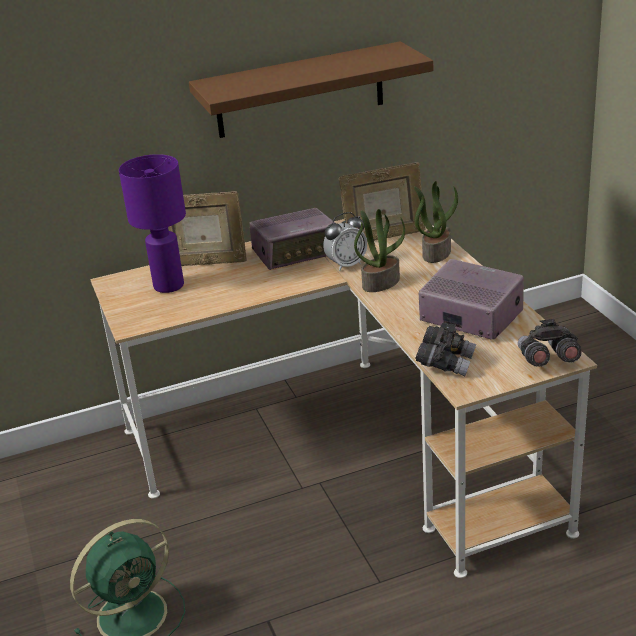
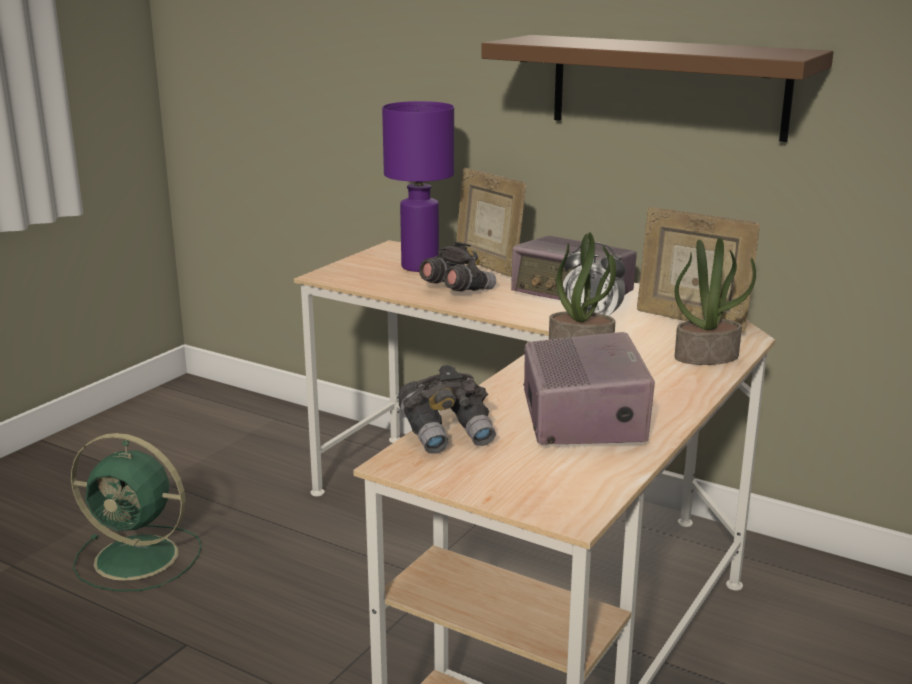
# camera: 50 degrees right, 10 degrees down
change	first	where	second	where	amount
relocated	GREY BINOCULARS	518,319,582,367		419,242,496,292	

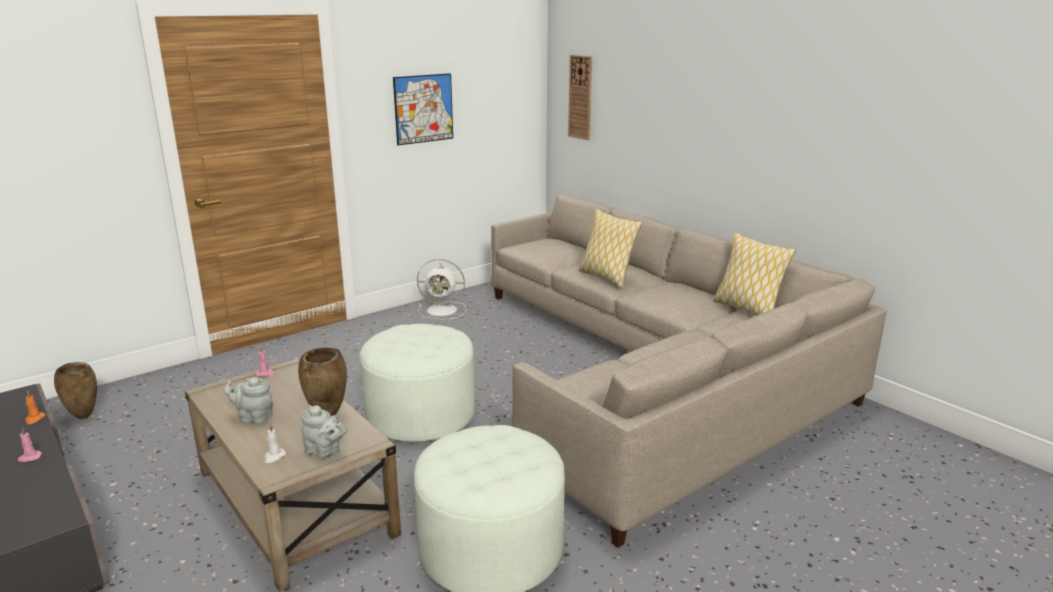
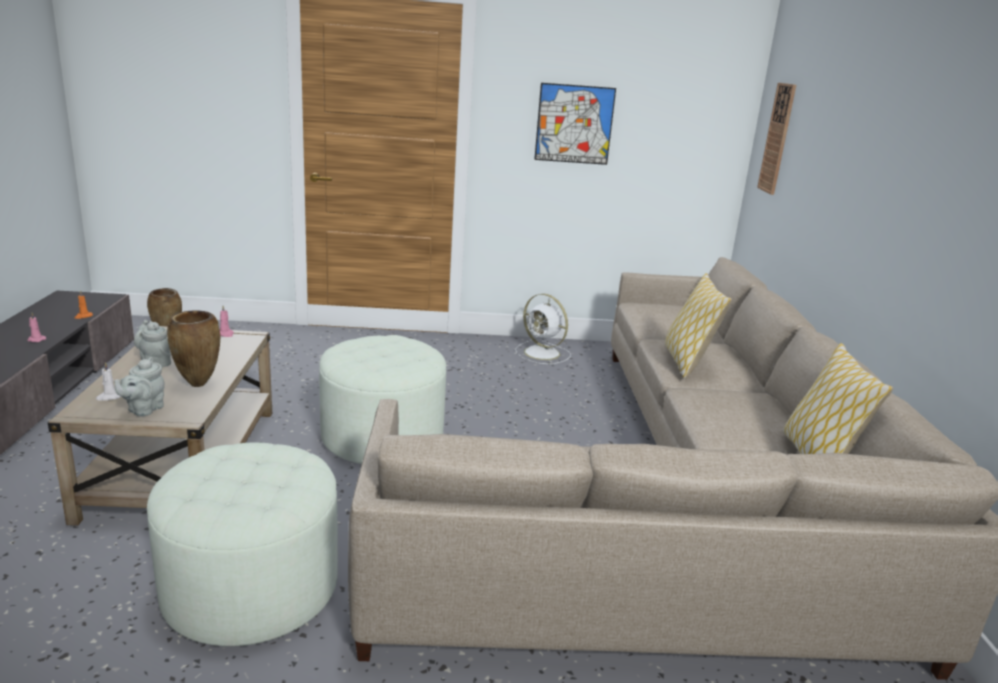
# camera: 35 degrees right, 0 degrees up
change	first	where	second	where	amount
spun	GREY TEAPOT	301,405,347,458		114,357,165,416	45 degrees clockwise

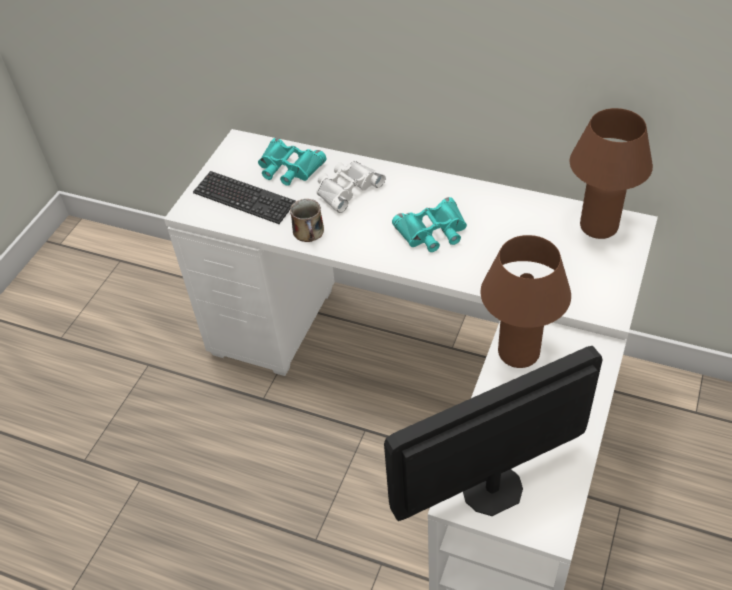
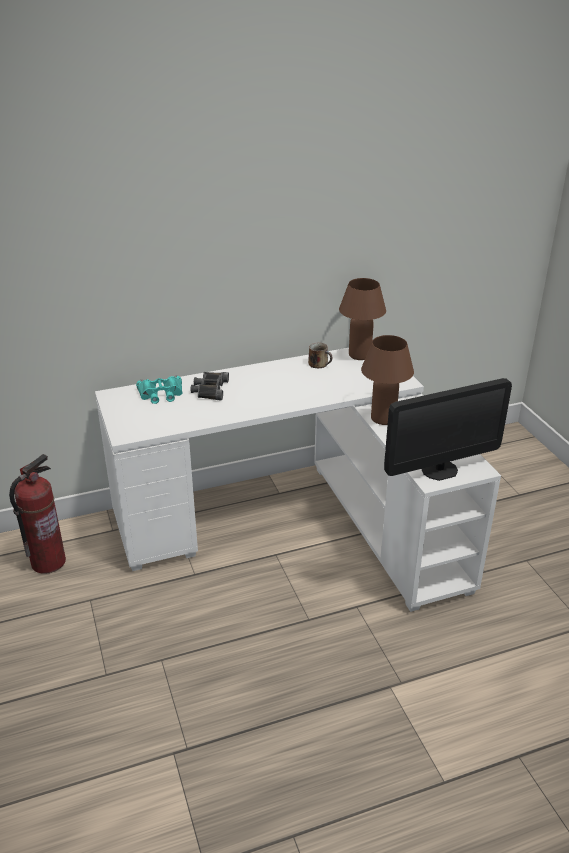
# camera: 45 degrees left, 15 degrees down
change	first	where	second	where	amount
missing	KEYBOARD	193,171,296,224			
relocated	MUG	290,199,324,242		308,343,332,368	
colour	WHITE BINOCULARS	316,160,385,213	BLACK BINOCULARS	191,372,229,400	
spun	MONITOR	384,346,603,521		384,378,512,481	135 degrees counterclockwise
missing	TURQUOISE BINOCULARS	392,197,467,252			
appeared			FIRE EXTINGUISHER	9,454,66,574	

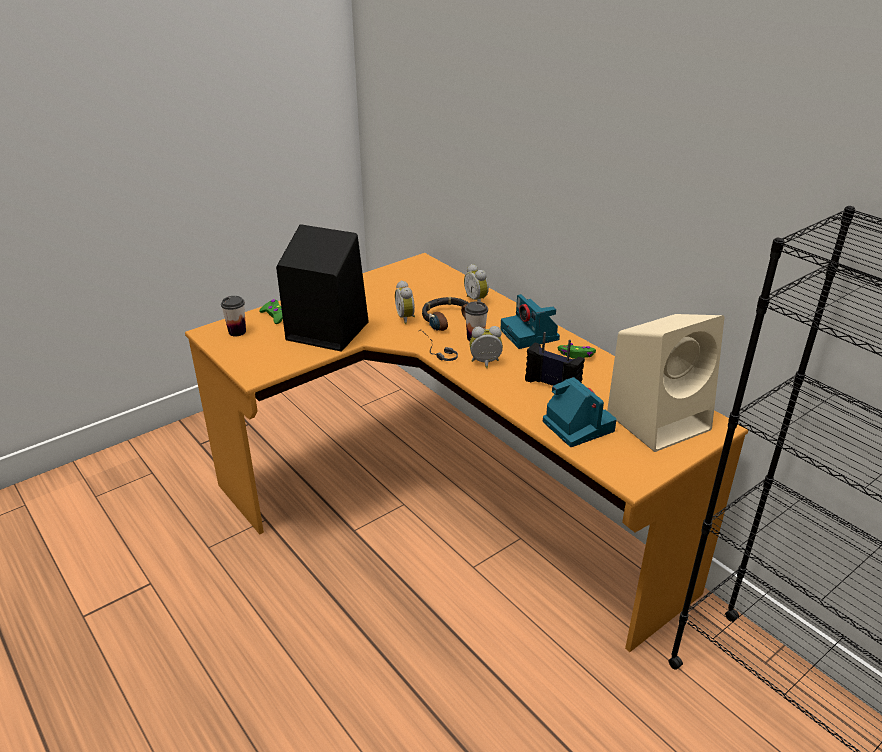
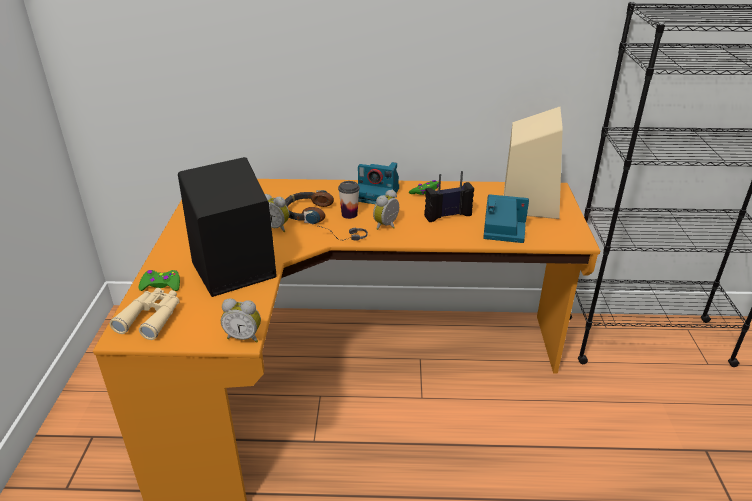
# camera: 50 degrees left, 0 degrees up
change	first	where	second	where	amount
exchanged	CUP	221,296,246,336	BEIGE BINOCULARS	109,288,180,340	
relocated	ALARM CLOCK	464,264,489,302		221,298,261,343	

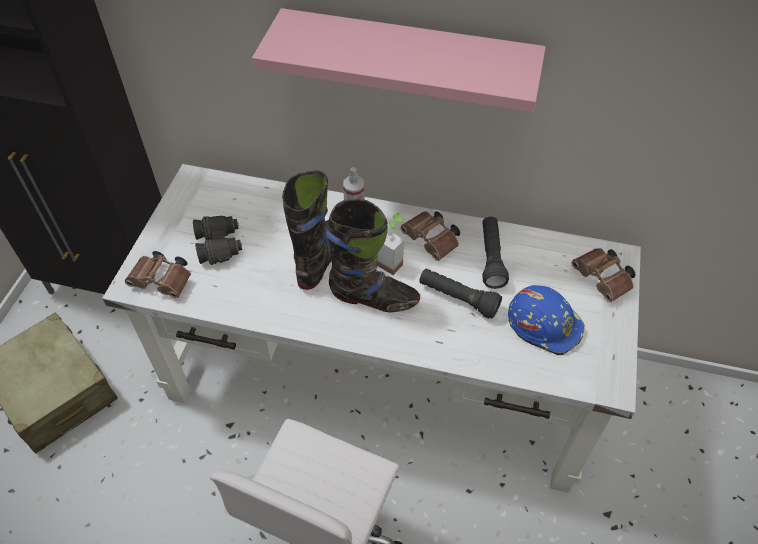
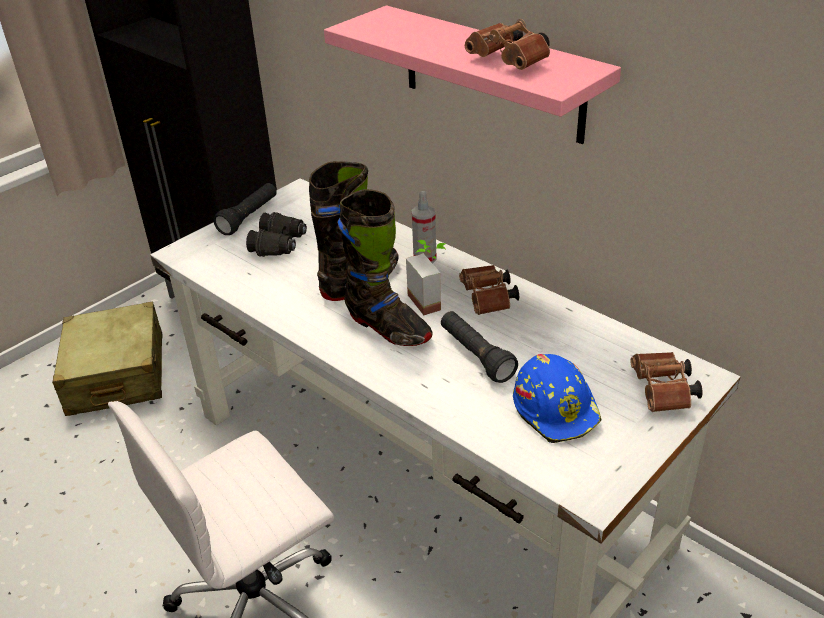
# camera: 30 degrees right, 15 degrees down
change	first	where	second	where	amount
relocated	BROWN BINOCULARS	125,251,191,298		465,19,550,70	
relocated	BLACK FLASHLIGHT	482,217,509,289		213,183,277,235	

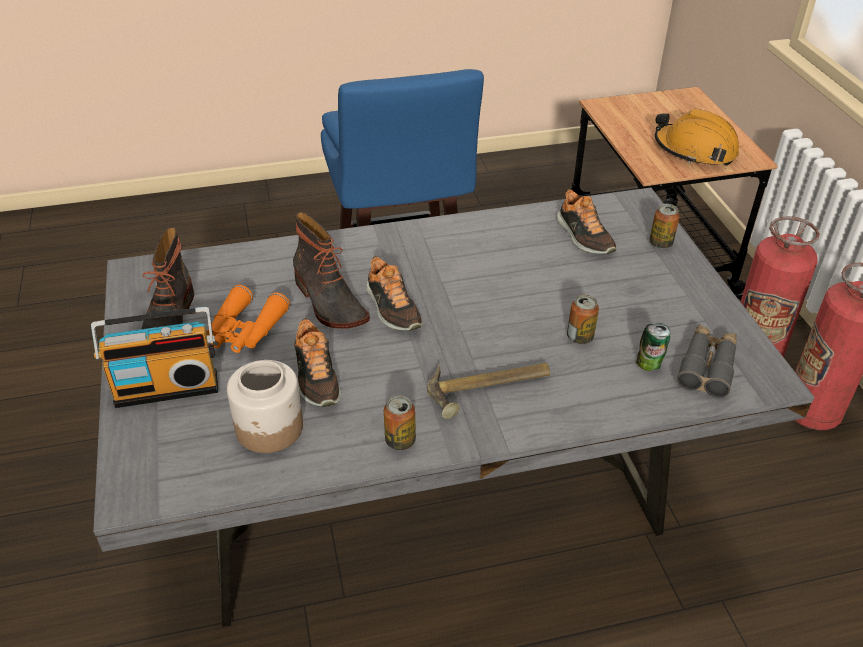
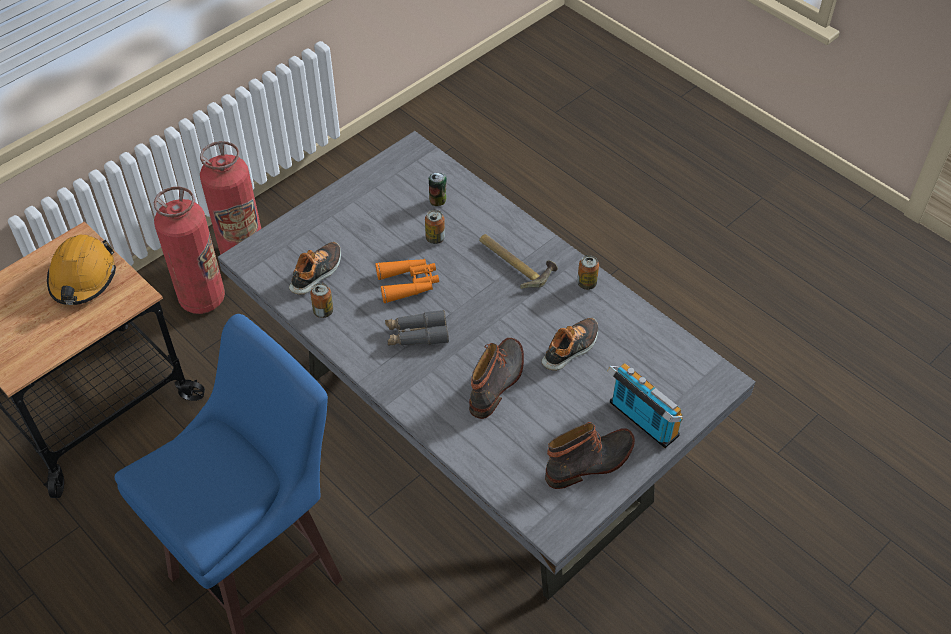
# camera: 120 degrees left, 10 degrees up
change	first	where	second	where	amount
relocated	ORANGE BINOCULARS	206,285,290,353		375,259,439,303	
missing	JAR	227,360,303,453			
missing	SHOE	366,256,423,331			
relocated	CAN	650,204,680,249		310,283,333,318	
relocated	GREY BINOCULARS	676,325,737,398		385,310,449,346	

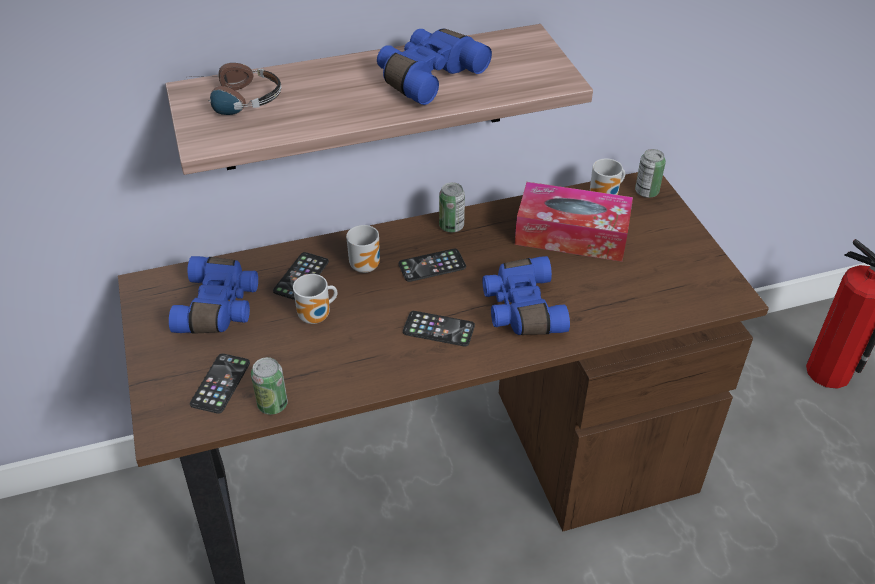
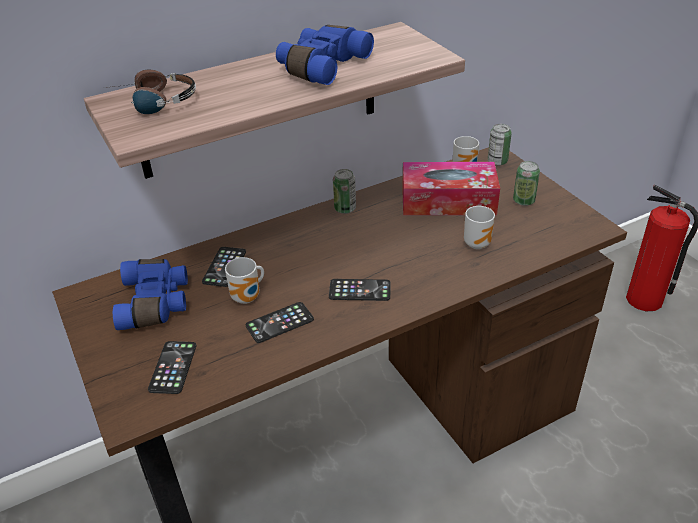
# camera: 10 degrees left, 5 degrees down
change	first	where	second	where	amount
relocated	CAN	251,357,288,415		513,161,540,206	
relocated	MUG	346,225,380,273		464,206,495,249	
relocated	PHONE	399,249,466,282		246,302,314,343	
missing	BLUE BINOCULARS	482,256,570,335			

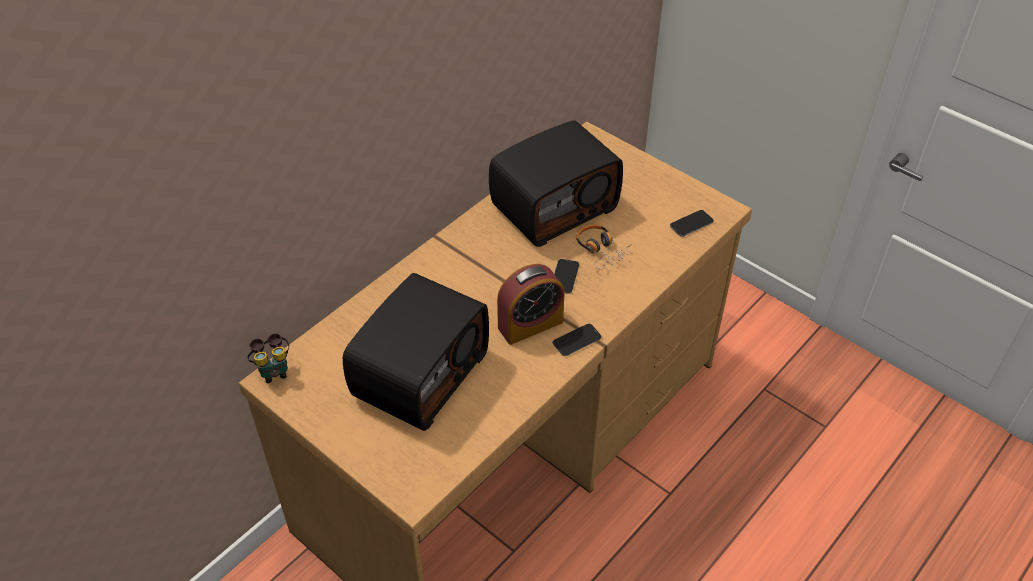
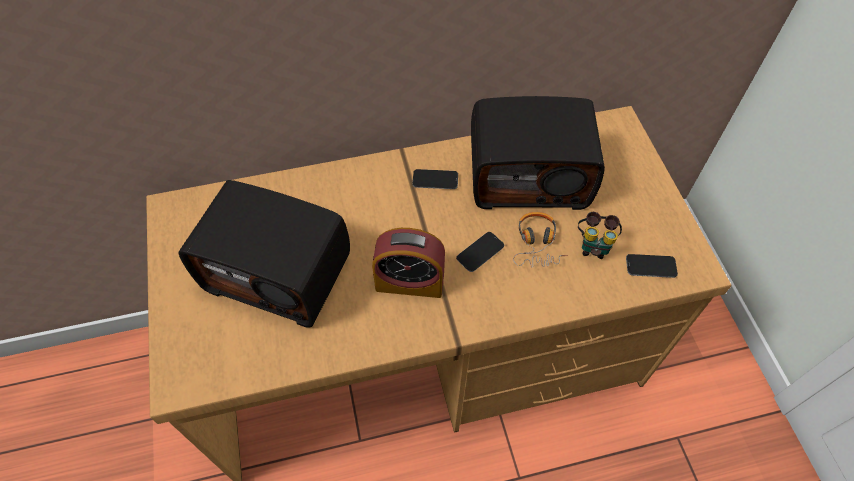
# camera: 35 degrees right, 10 degrees up
change	first	where	second	where	amount
relocated	BINOCULARS	247,333,289,383		578,212,622,259	
spun	RADIO	343,273,489,431		178,180,350,328	45 degrees clockwise
relocated	PHONE	553,324,602,356		413,169,458,189	

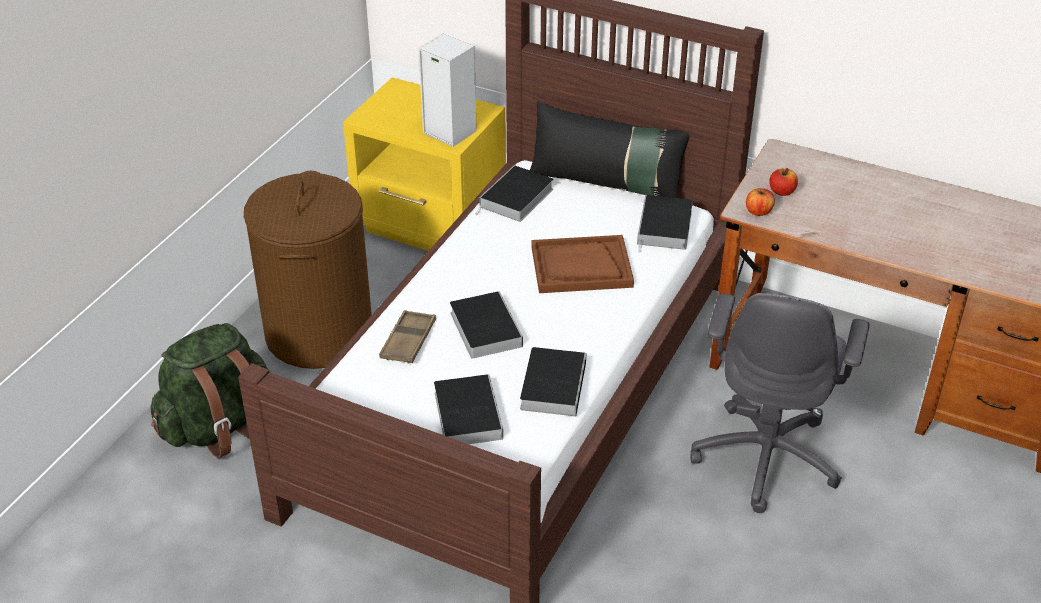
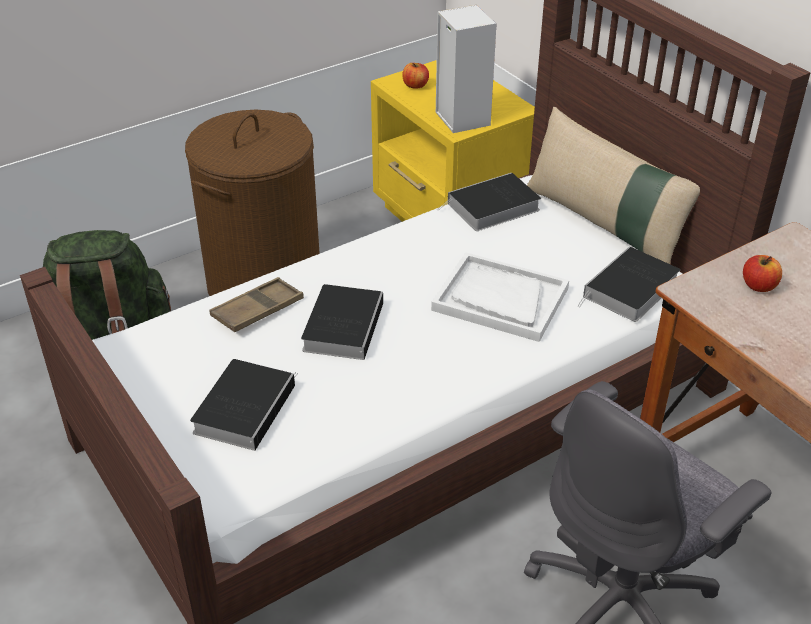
# camera: 30 degrees right, 0 degrees up
change	first	where	second	where	amount
missing	BOOK	520,347,586,416			
colour	BLACK PILLOW	530,101,689,198	BEIGE PILLOW	527,107,700,264	
colour	BROWN TRAY	532,235,634,293	WHITE TRAY	431,252,569,342	
relocated	APPLE	746,188,775,216		402,63,429,89	

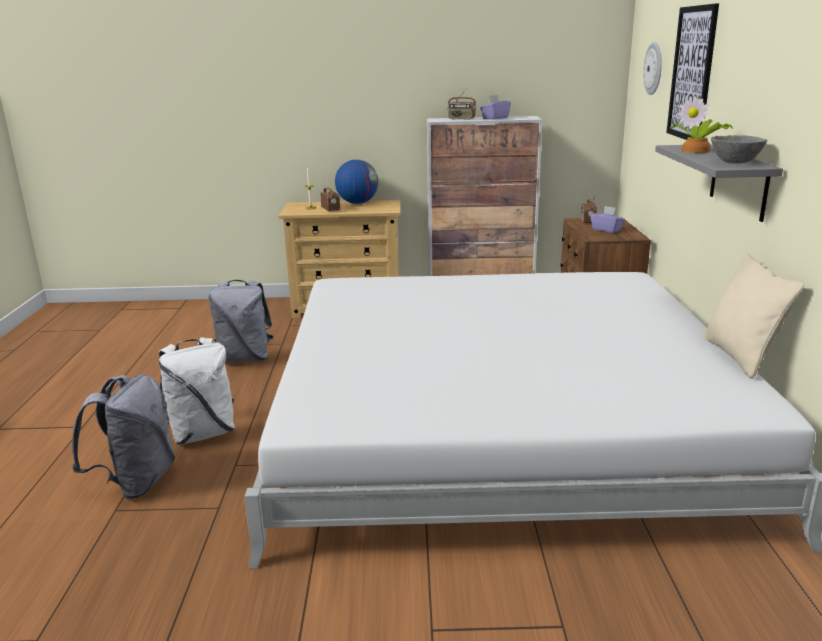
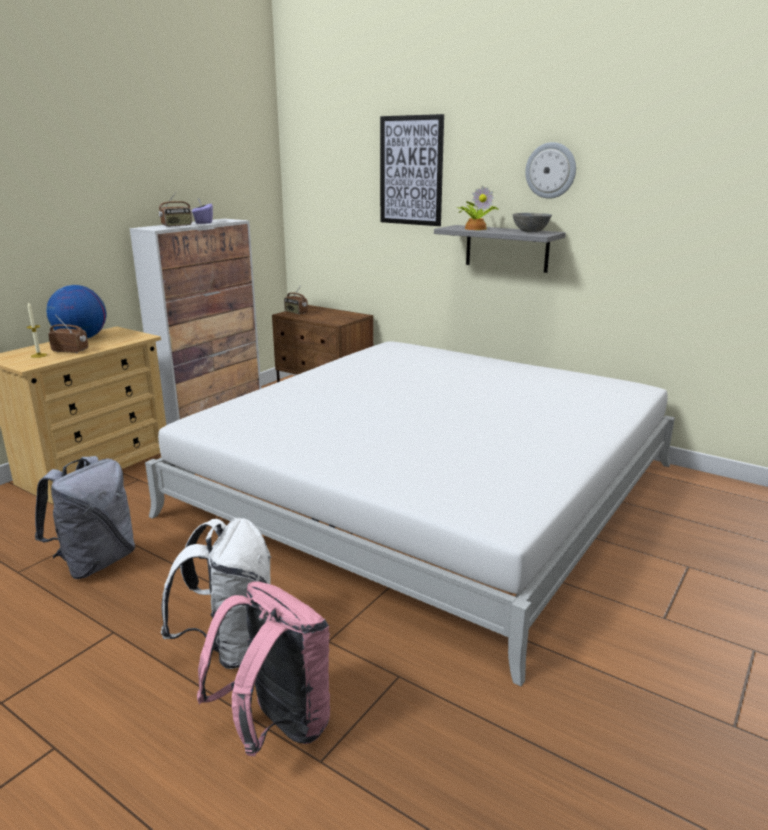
# camera: 55 degrees left, 0 degrees up
change	first	where	second	where	amount
colour	GREY BACKPACK	72,374,175,499	PINK BACKPACK	197,581,330,756	
missing	PURPLE TISSUE BOX	590,206,625,233			
relocated	WALL CLOCK	643,42,662,95		525,142,576,199	
missing	BEIGE PILLOW	703,253,804,379			

